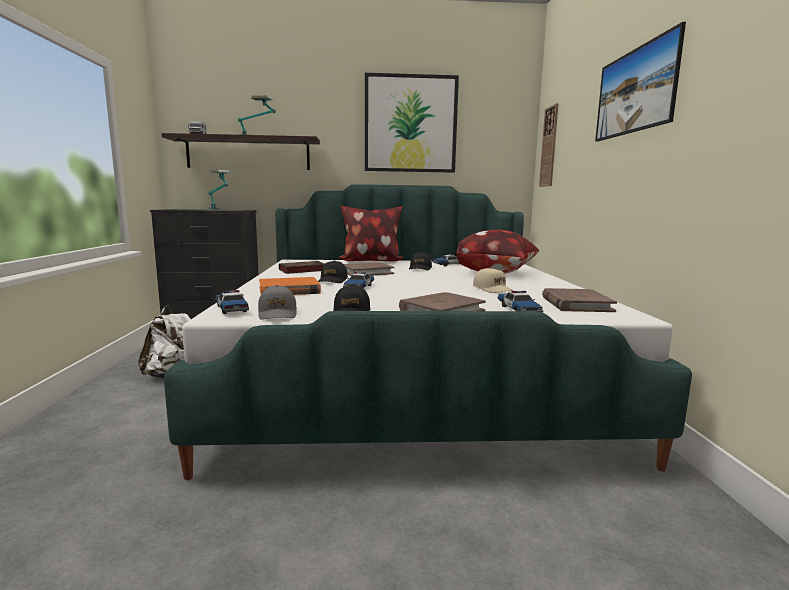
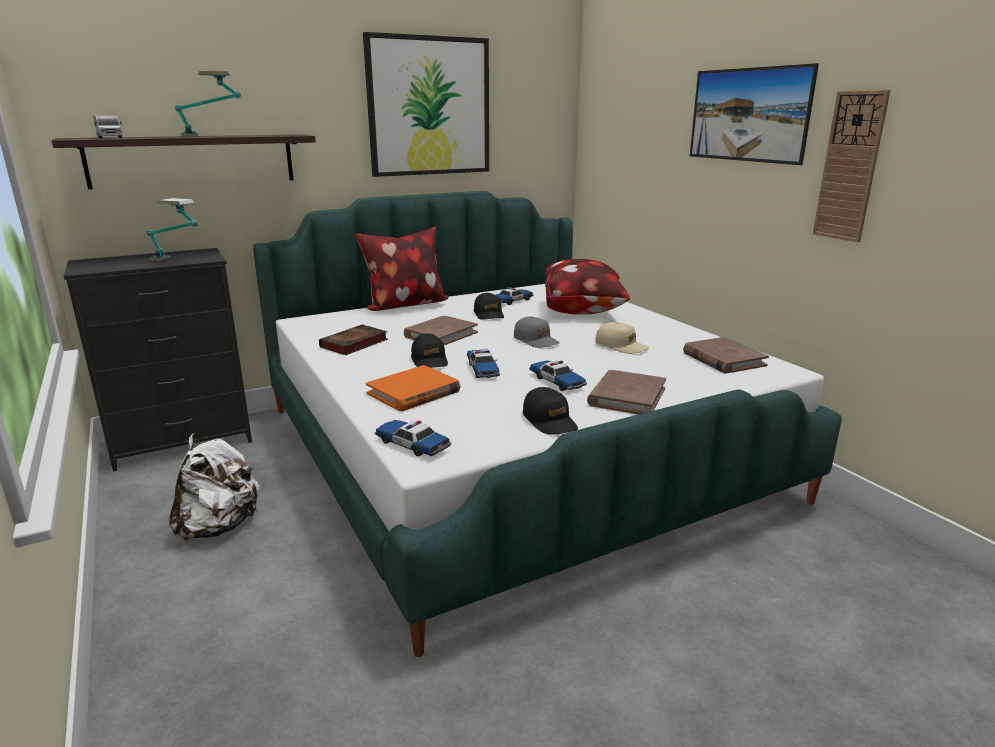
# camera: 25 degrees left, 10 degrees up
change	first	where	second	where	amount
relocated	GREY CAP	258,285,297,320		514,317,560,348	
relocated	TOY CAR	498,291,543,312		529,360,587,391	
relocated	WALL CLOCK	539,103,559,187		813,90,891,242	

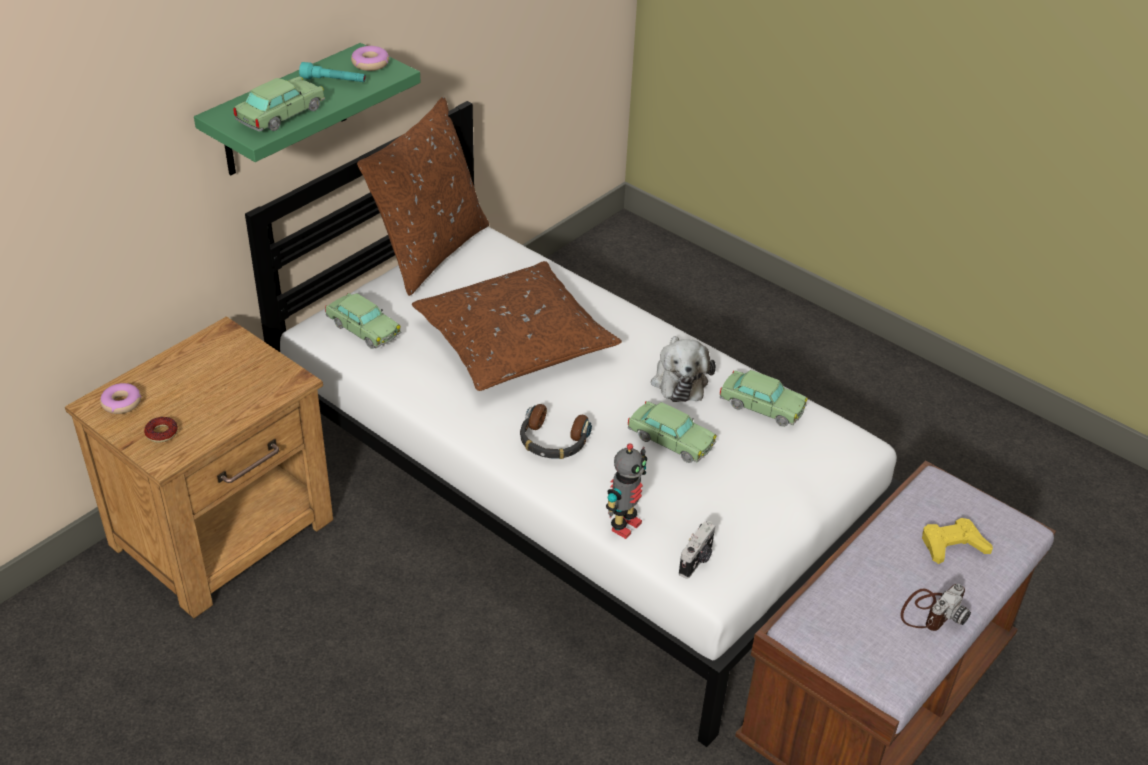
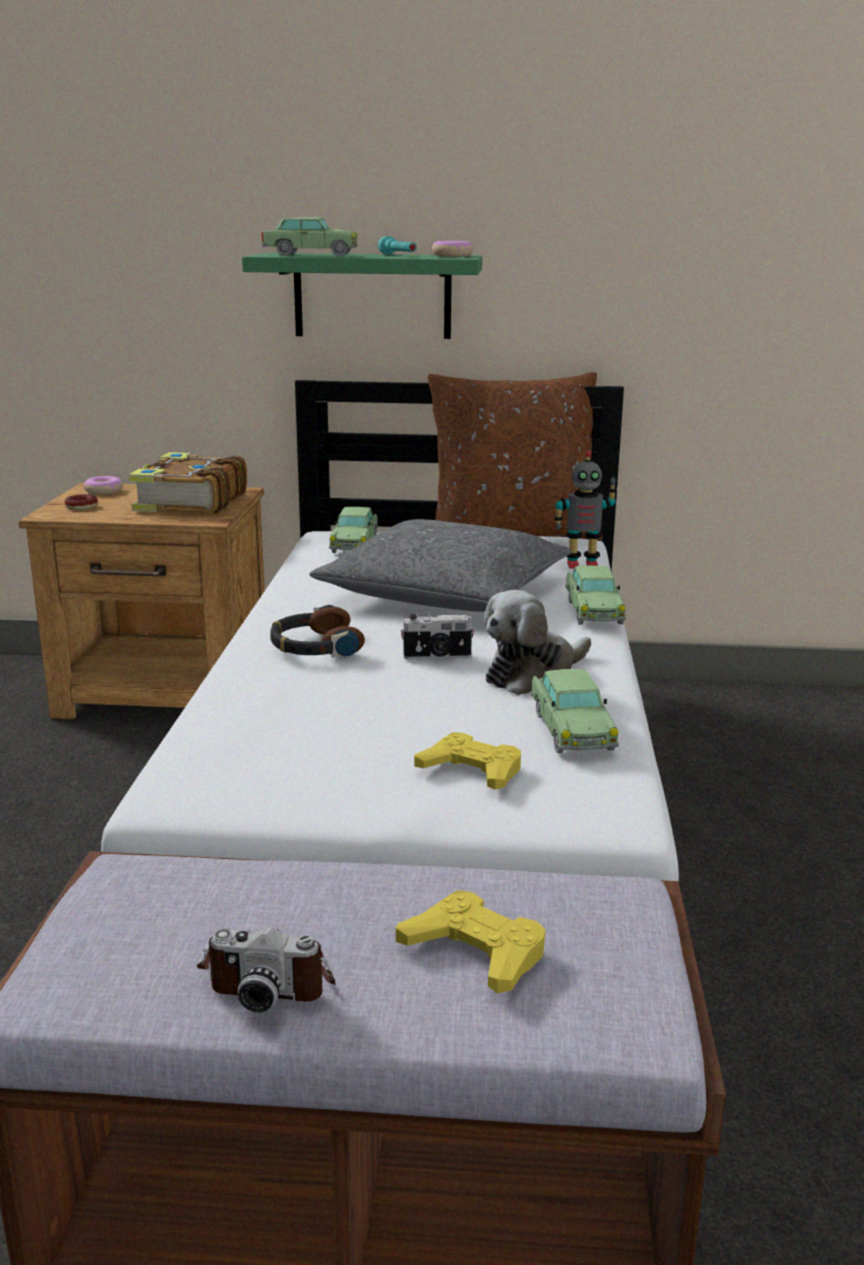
# camera: 55 degrees right, 20 degrees down
change	first	where	second	where	amount
colour	BROWN PILLOW	412,261,622,391	GREY PILLOW	309,519,572,612	
relocated	TOY ROBOT	606,443,647,539		554,451,617,569	
relocated	TOY CAR	628,401,717,463		565,565,626,624	
relocated	PHOTO CAMERA	679,521,715,579		401,614,474,660	
appeared			BOOK	129,452,247,514	
appeared			YELLOW GAME CONTROLLER	414,732,521,790	

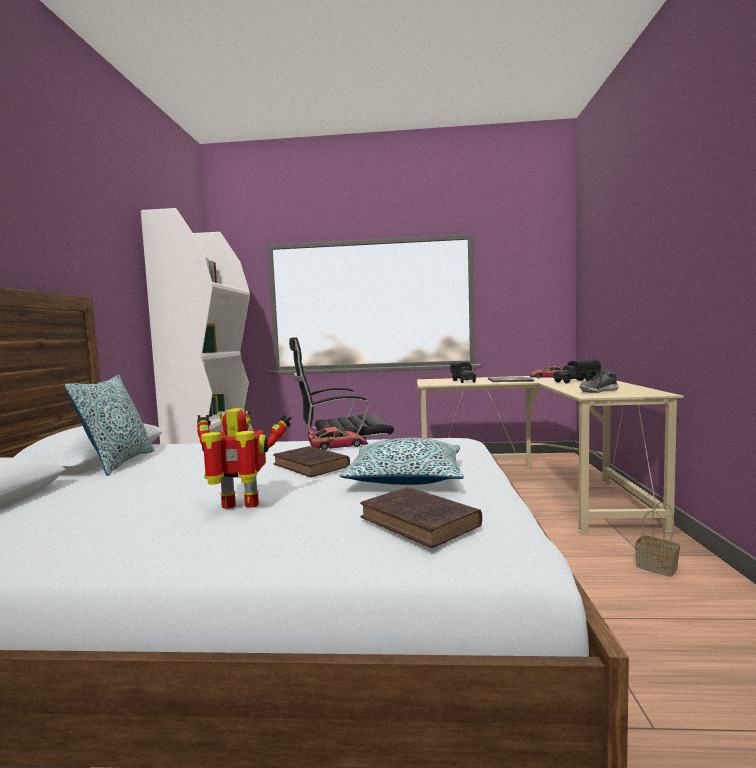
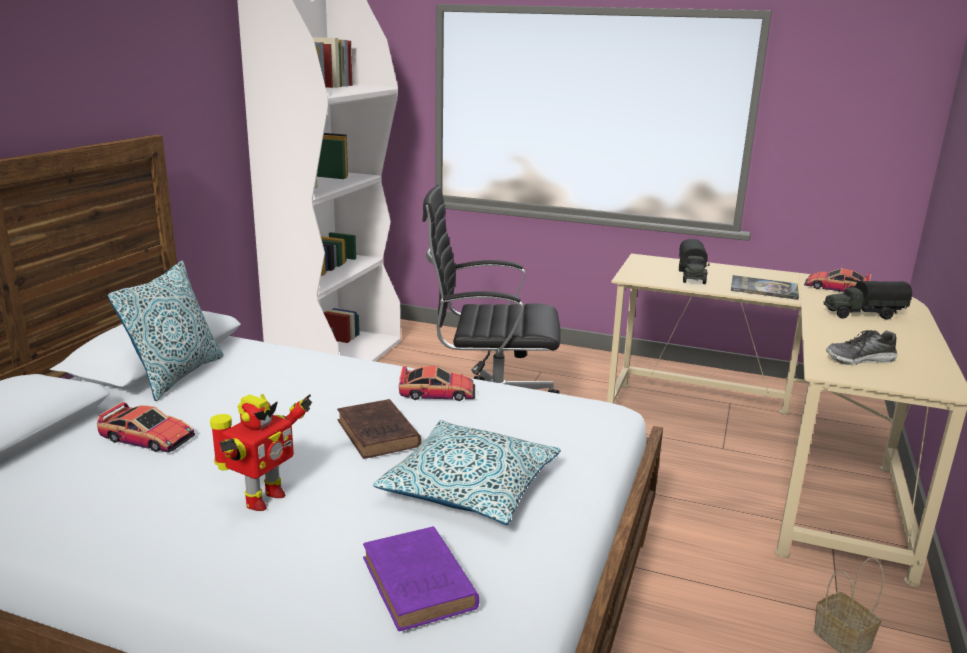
# camera: 15 degrees right, 15 degrees up
change	first	where	second	where	amount
spun	TOY ROBOT	197,408,291,509		210,394,312,511	105 degrees clockwise
colour	BROWN BOOK	360,487,482,548	PURPLE BOOK	363,526,480,631	
appeared			TOY CAR	97,402,195,453	

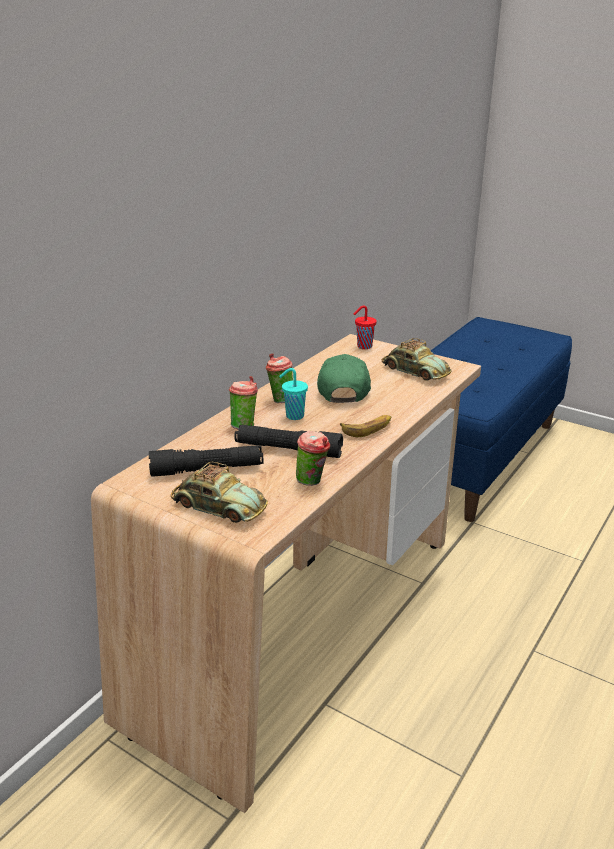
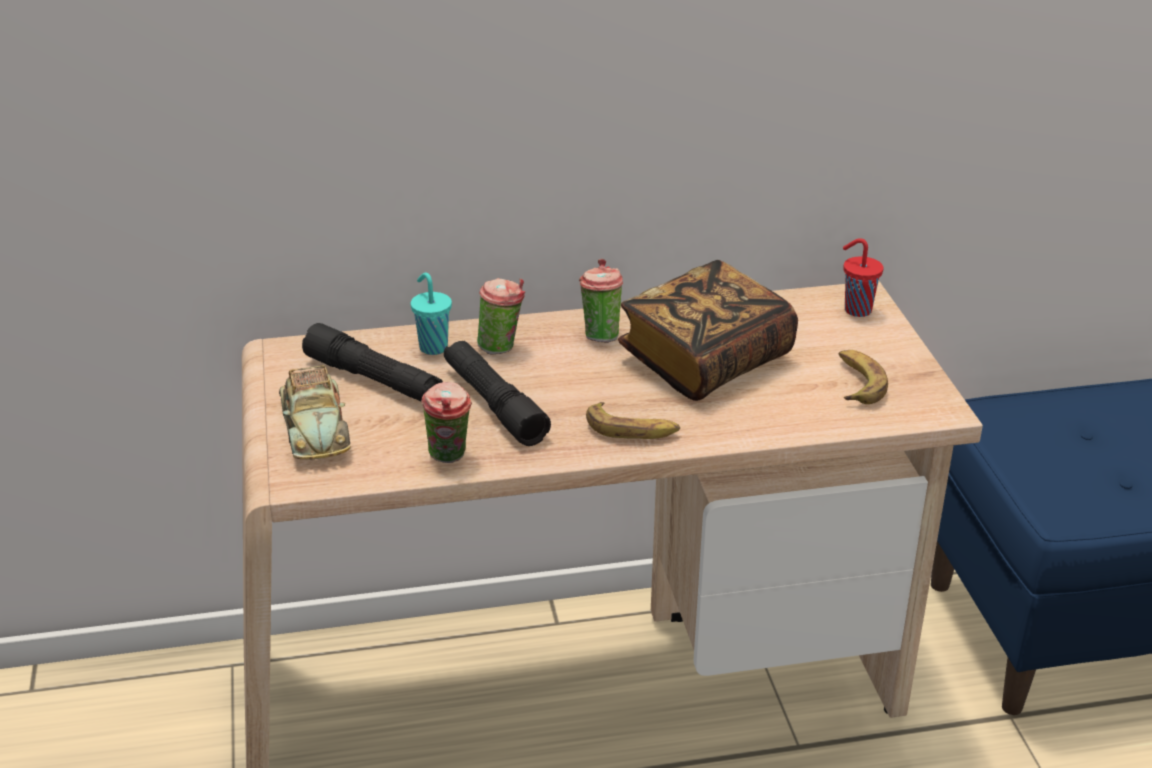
# camera: 45 degrees right, 5 degrees up
change	first	where	second	where	amount
relocated	TURQUOISE CUP	279,368,308,420		411,273,452,355	
exchanged	GREEN CAP	317,354,371,403	BOOK	618,260,798,401	
exchanged	TOY CAR	382,338,452,381	BANANA	839,350,888,404	

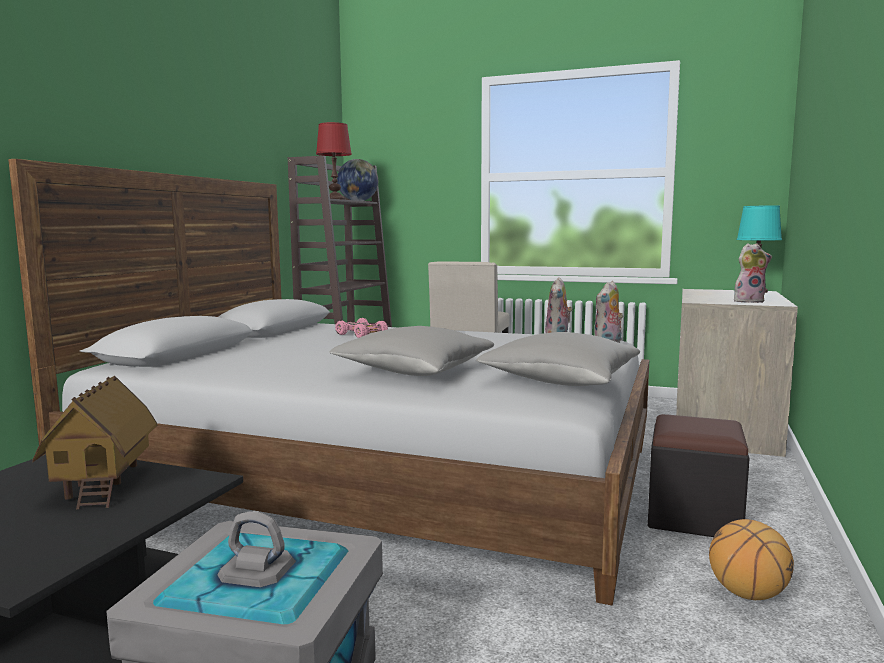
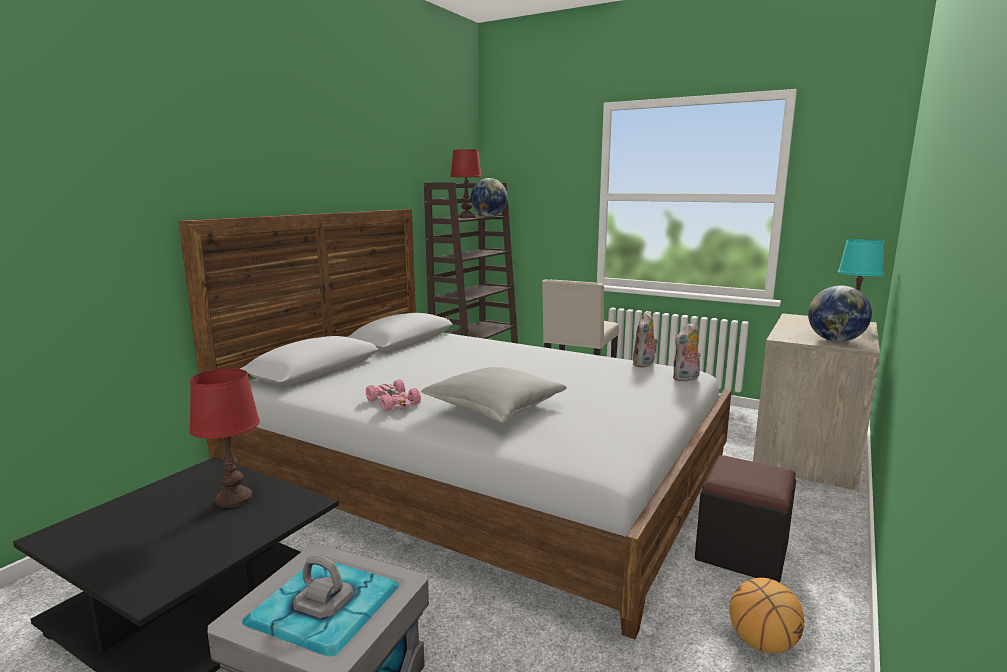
# camera: 10 degrees right, 5 degrees up
change	first	where	second	where	amount
exchanged	TOY HOUSE	33,376,157,509	RED TABLE LAMP	189,368,260,508	
relocated	PINK TOY CAR	335,318,388,338		366,380,421,412	
missing	GREY PILLOW	476,332,640,386			
exchanged	PLUSH TOY	734,243,772,303	GLOBE	808,286,872,342	

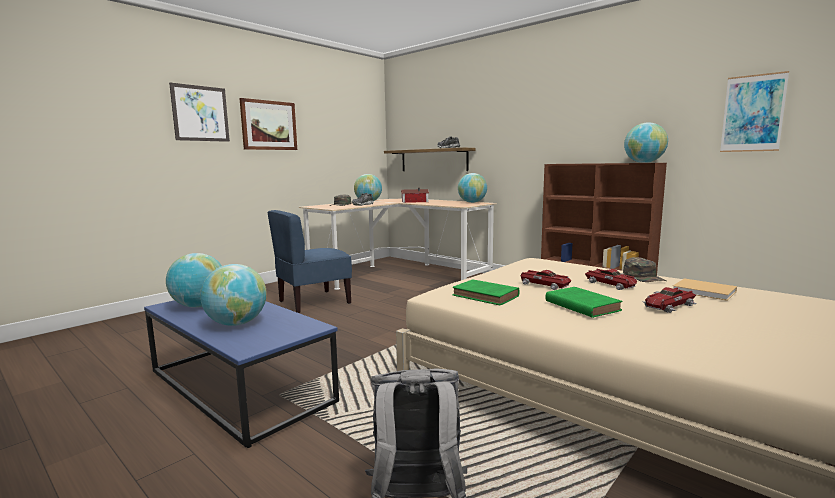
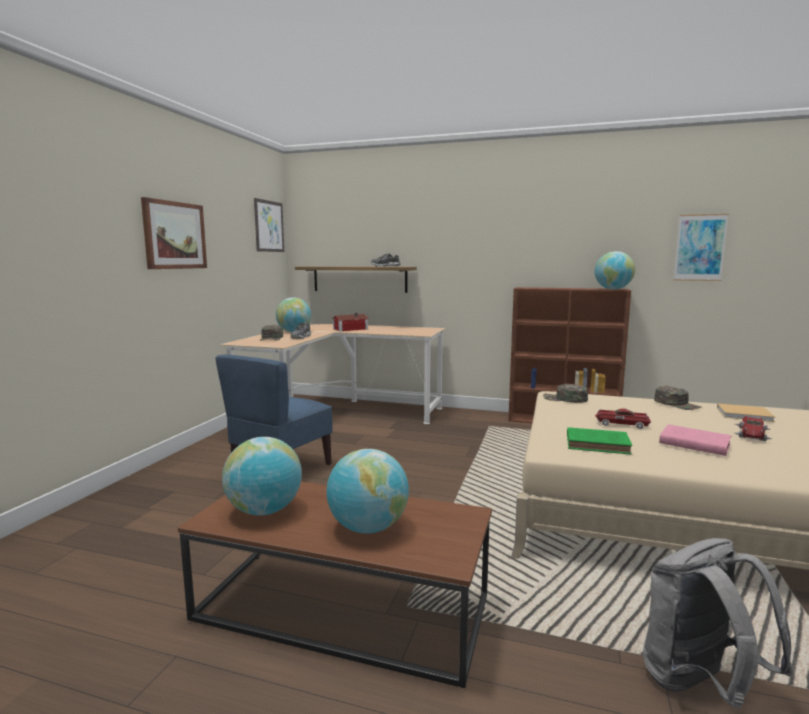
# camera: 25 degrees left, 0 degrees up
change	first	where	second	where	amount
colour	BLUE COFFEE TABLE	144,300,339,448	BROWN COFFEE TABLE	178,482,492,688	
relocated	PICTURE	169,83,230,142		254,198,284,252	
missing	GLOBE	458,173,487,203			
colour	GREEN BOOK	546,287,623,318	PINK BOOK	659,424,731,456	
missing	TOY CAR	585,268,637,290			
appeared			GREEN CAP	543,384,588,403	

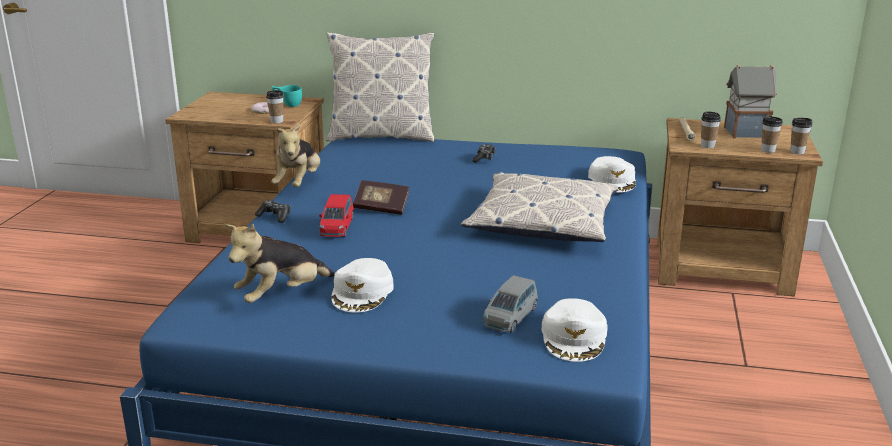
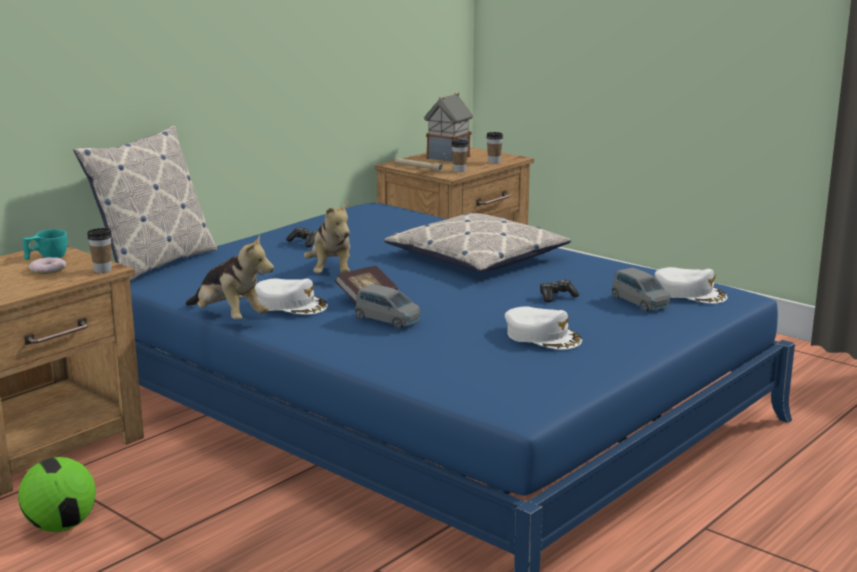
# camera: 60 degrees left, 5 degrees down
change	first	where	second	where	amount
relocated	PLUSH TOY	225,224,335,303		304,201,350,273	
relocated	GAME CONTROLLER	255,200,291,223		540,280,579,303	
colour	RED TOY CAR	319,194,354,237	GREY TOY CAR	355,284,420,329	
relocated	WHITE CAP	588,156,636,193		255,278,328,315	
missing	CUP	790,118,812,154			
appeared			FOOTBALL	18,457,96,532	

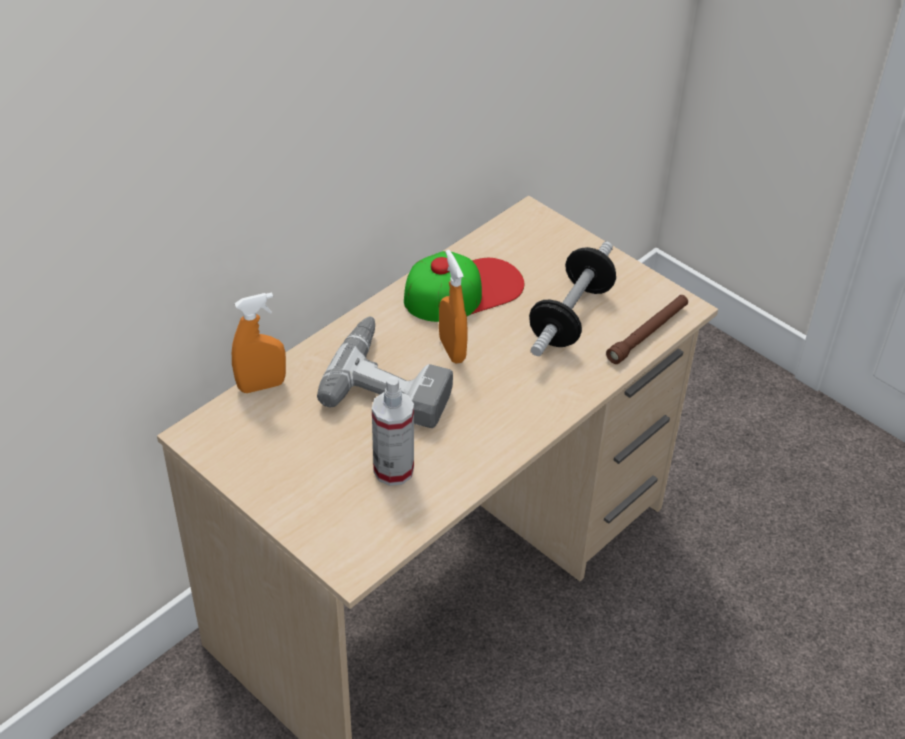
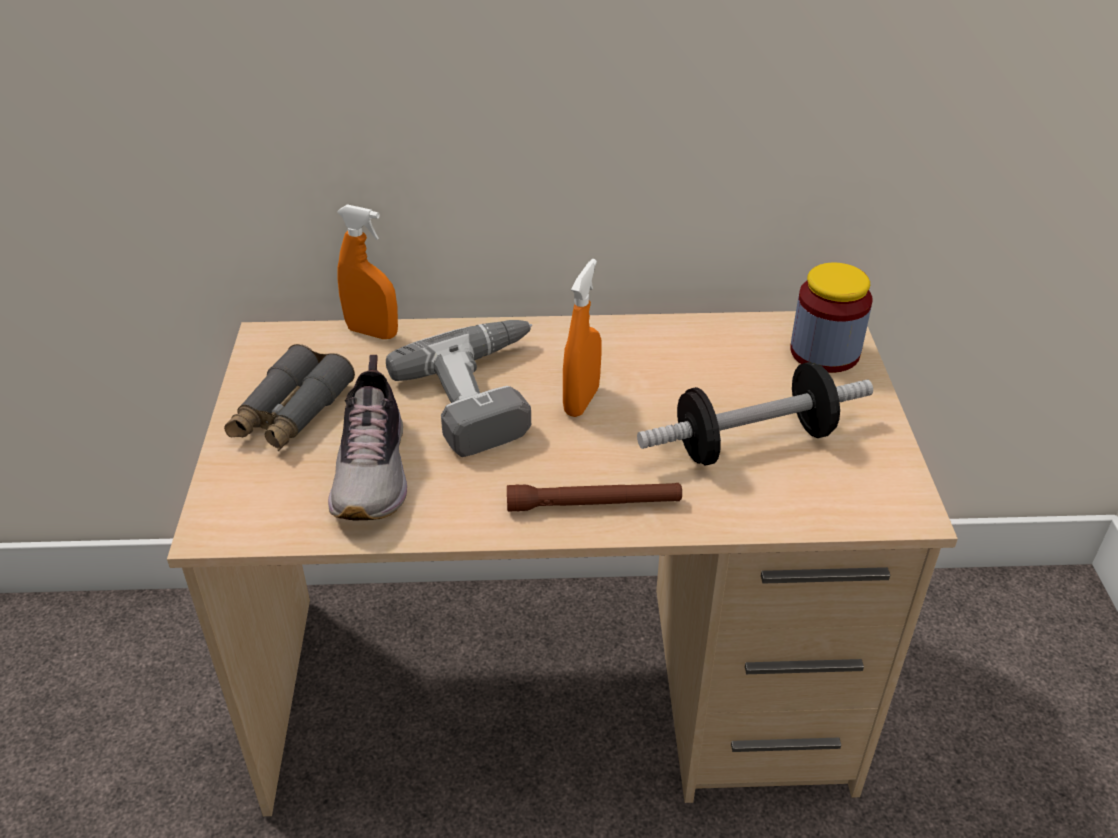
# camera: 45 degrees right, 5 degrees down
change	first	where	second	where	amount
exchanged	SPRAY BOTTLE	372,376,414,486	SHOE	328,355,407,520	
missing	CAP	404,251,524,322			
relocated	BROWN FLASHLIGHT	606,295,688,364		507,483,682,512	
appeared			GREY BINOCULARS	224,344,355,451	
appeared			JAR	790,263,873,373	

